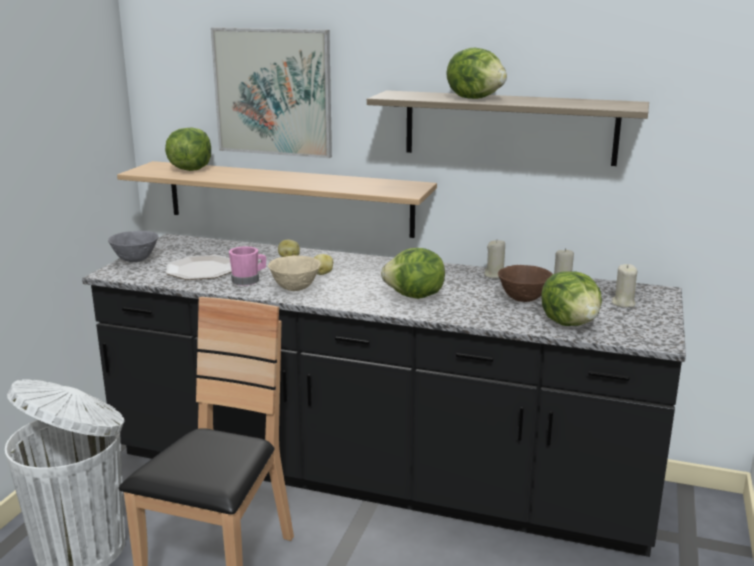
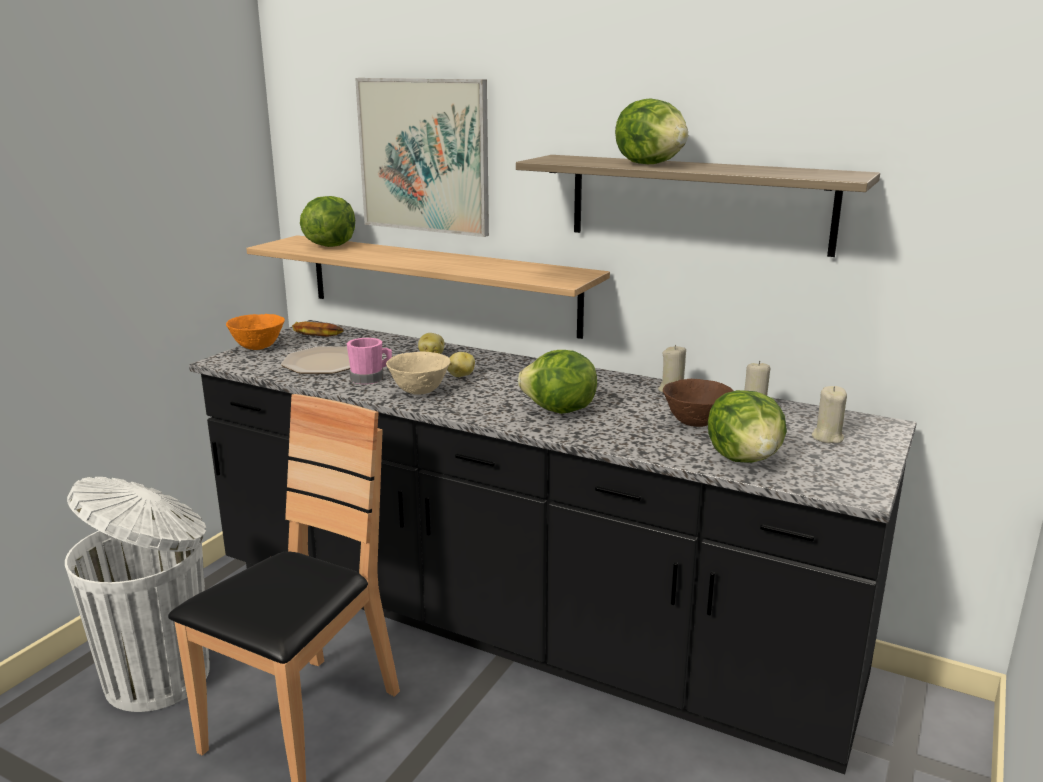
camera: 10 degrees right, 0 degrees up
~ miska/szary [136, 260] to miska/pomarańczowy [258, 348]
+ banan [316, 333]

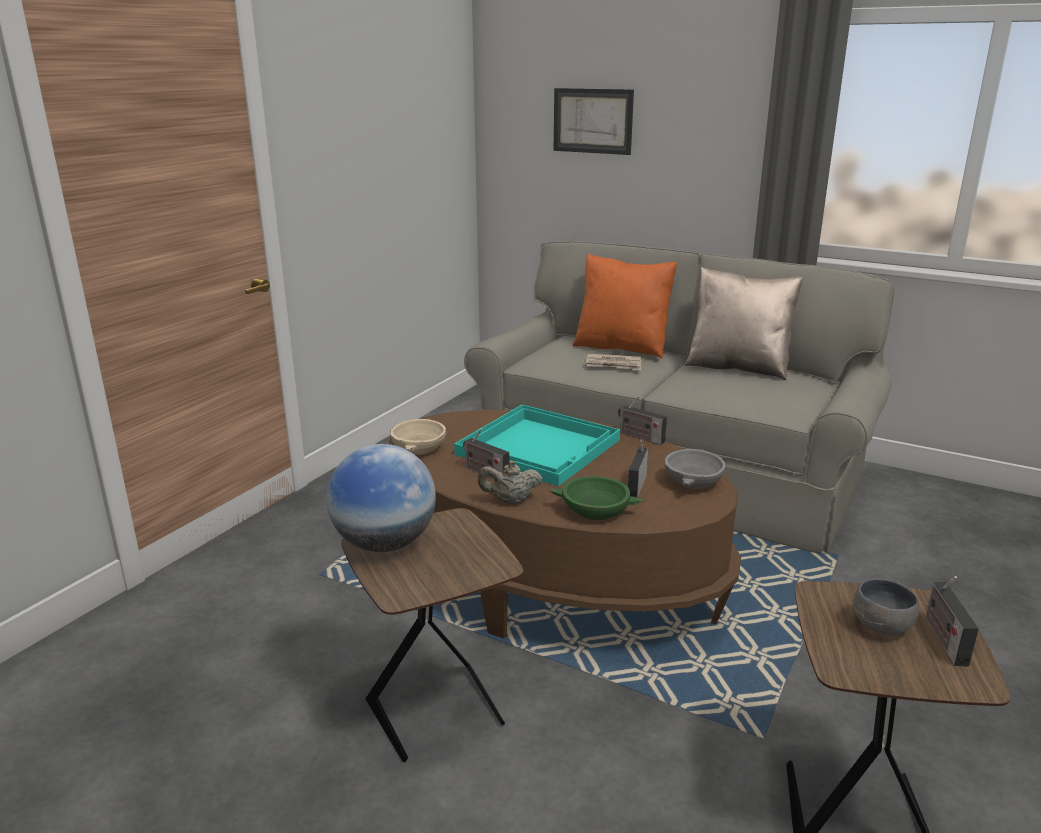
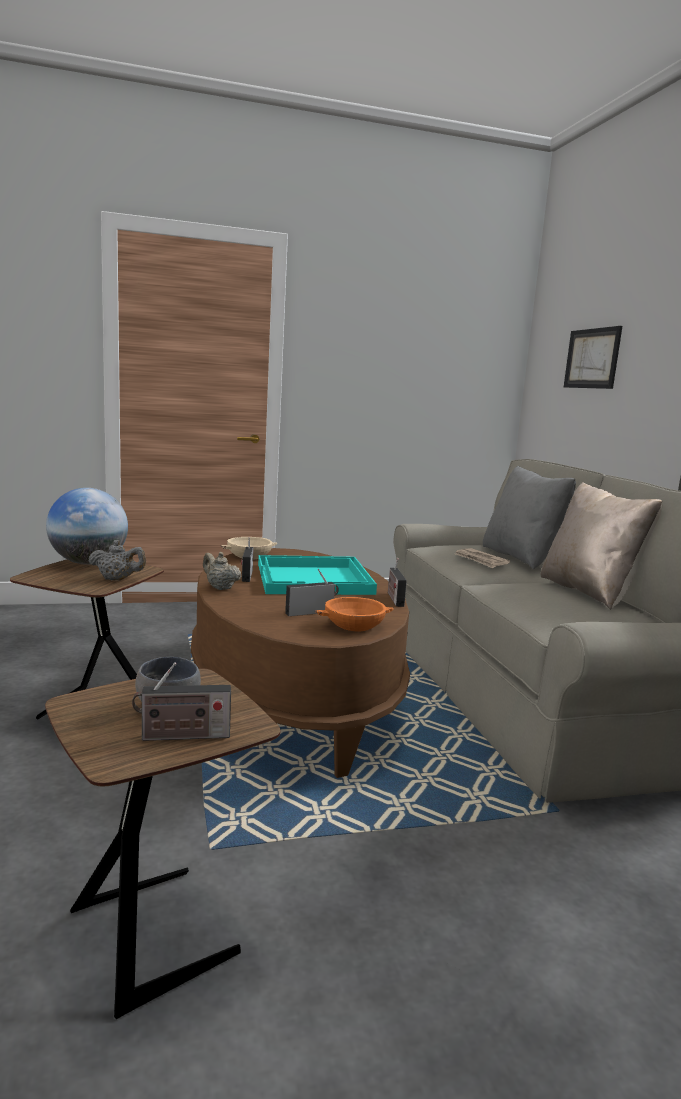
camera: 45 degrees right, 10 degrees down
- miska/zielony [596, 511]
~ poduszka/pomarańczowy [622, 347] to poduszka/szary [521, 557]
~ miska/szary [692, 481] to miska/pomarańczowy [354, 626]
~ radio [943, 638] = [181, 736] 150 degrees counterclockwise
+ imbryk/szary [118, 579]

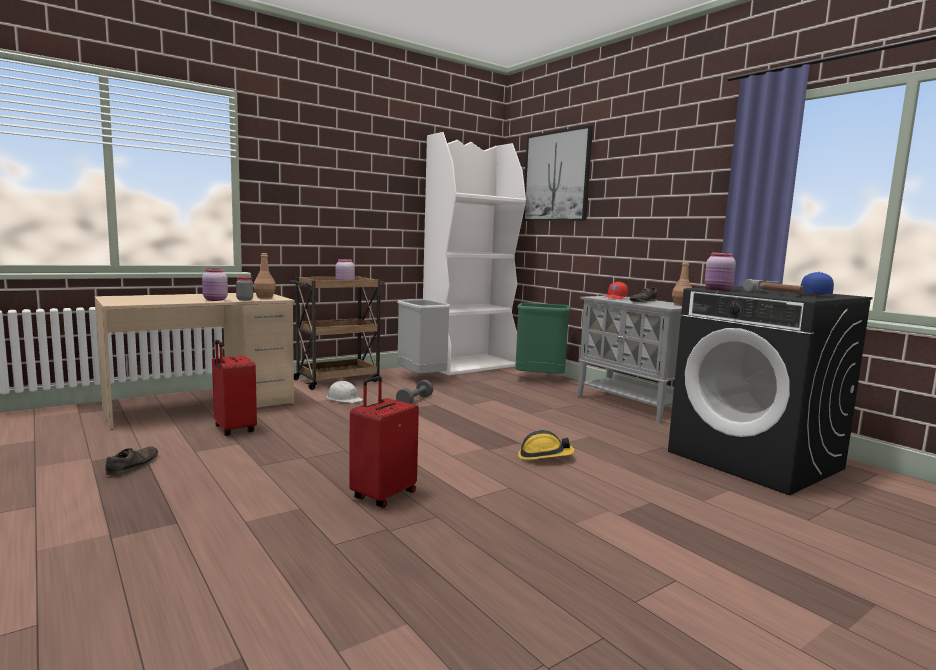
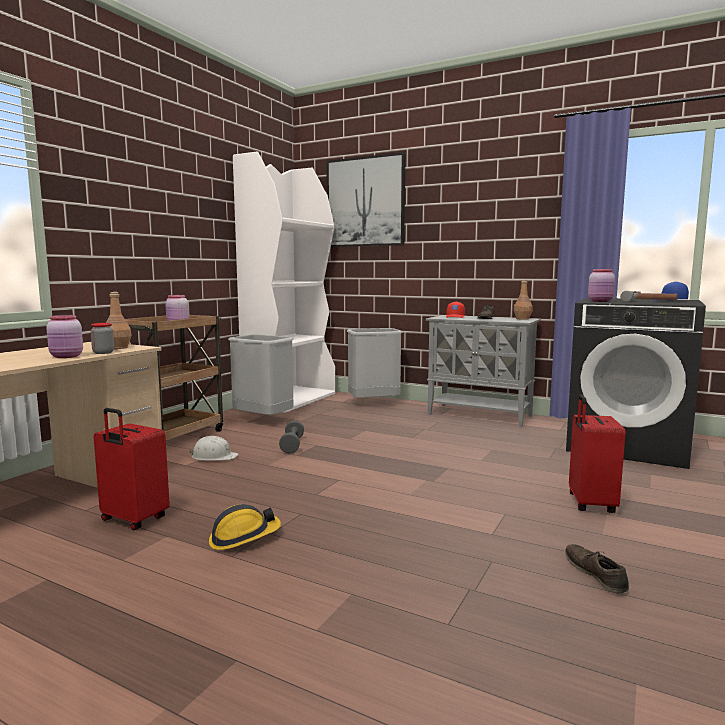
camera: 25 degrees left, 0 degrees up
~ but/brązowy [133, 465] to [595, 573]
~ walizka/czerwony [383, 495] to [590, 504]
~ kosz na śmieci/zielony [540, 379] to kosz na śmieci/szary [374, 404]
~ kask [544, 456] to [243, 538]

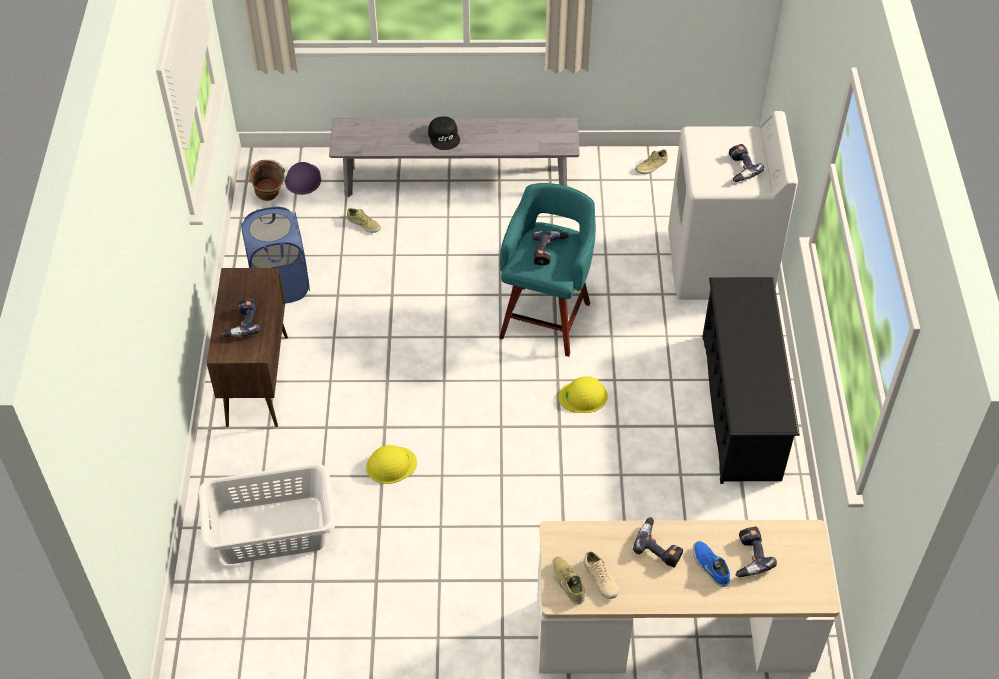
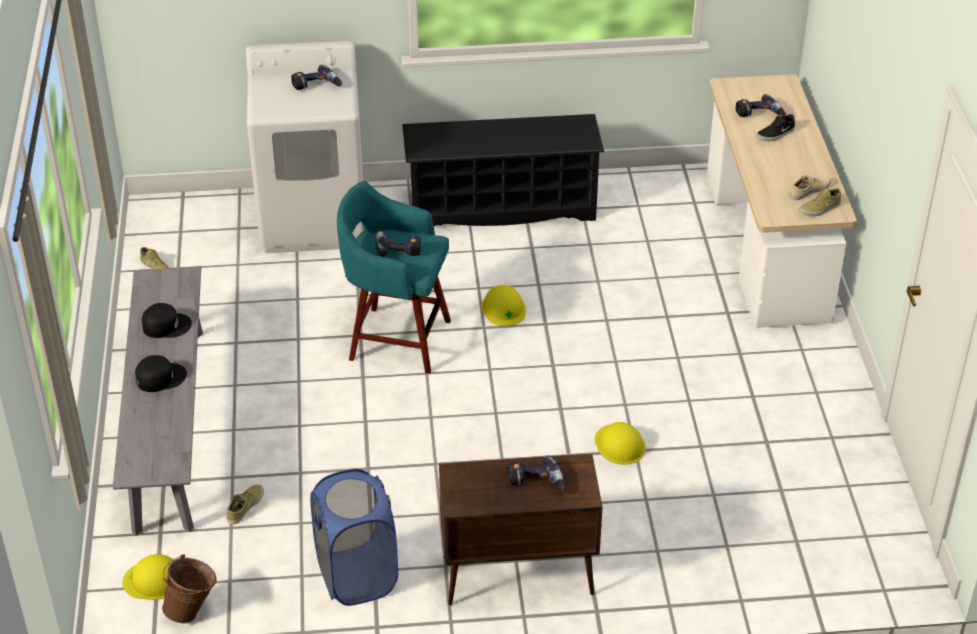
camera: 95 degrees left, 10 degrees down
- kosz na pranie/biały [271, 530]
~ kask/fioletowy [303, 179] to kask/żółty [154, 579]
- wiertarka [659, 546]
~ but/niebieski [709, 566] to but/czarny [775, 134]
+ czapka z daszkiem/czarny [166, 325]

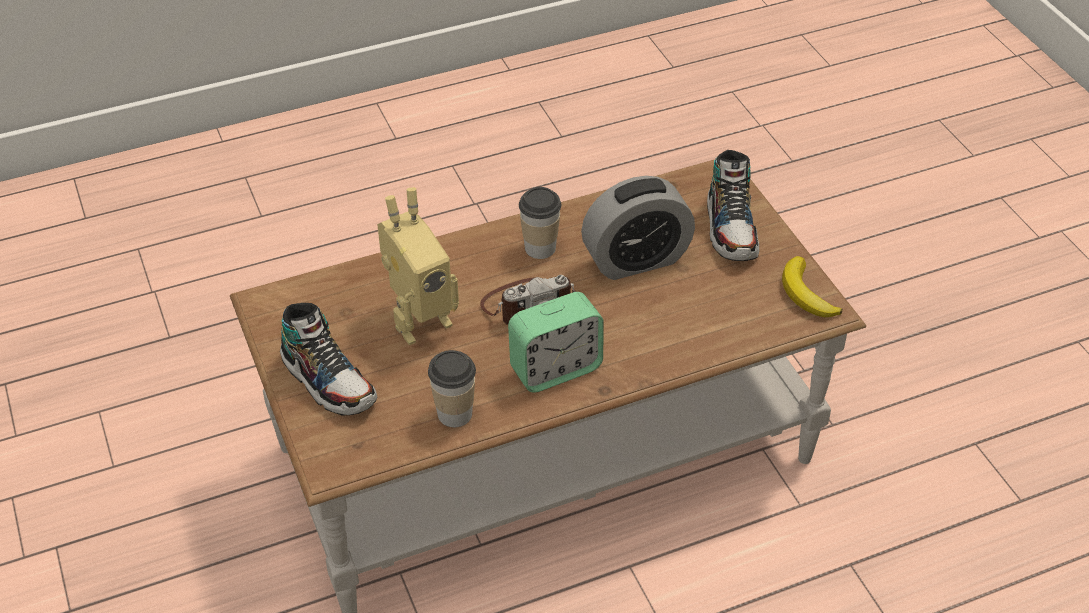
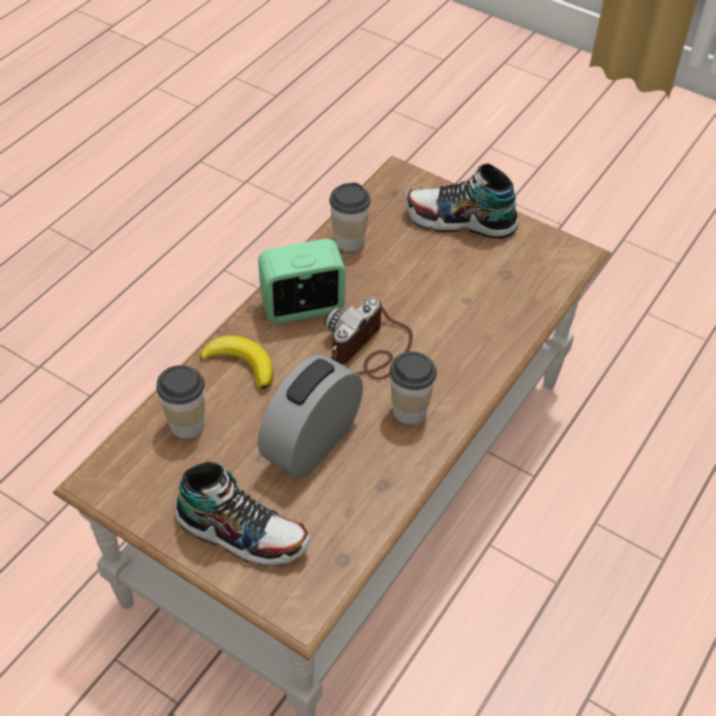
camera: 145 degrees right, 5 degrees up
- robot zabawkowy [419, 320]
~ budzik [555, 369] = [303, 307] 45 degrees clockwise
~ but [731, 228] = [242, 532] 150 degrees clockwise
~ banan [806, 294] to [241, 364]
+ filiżanka [187, 424]

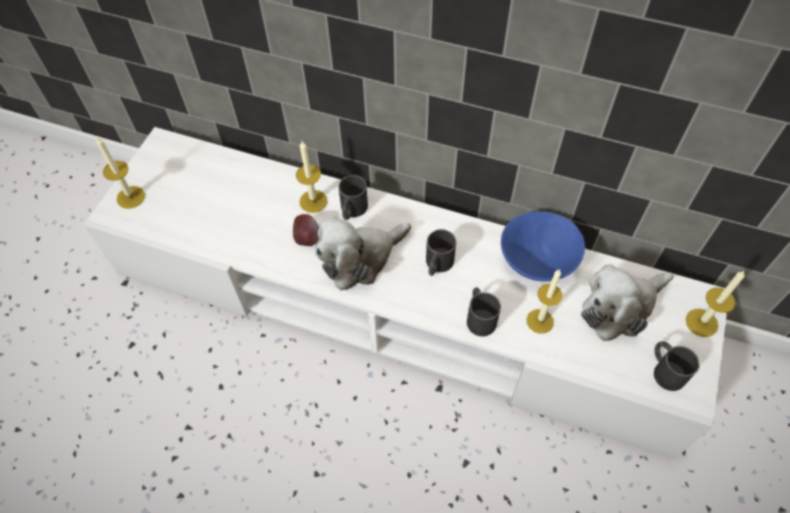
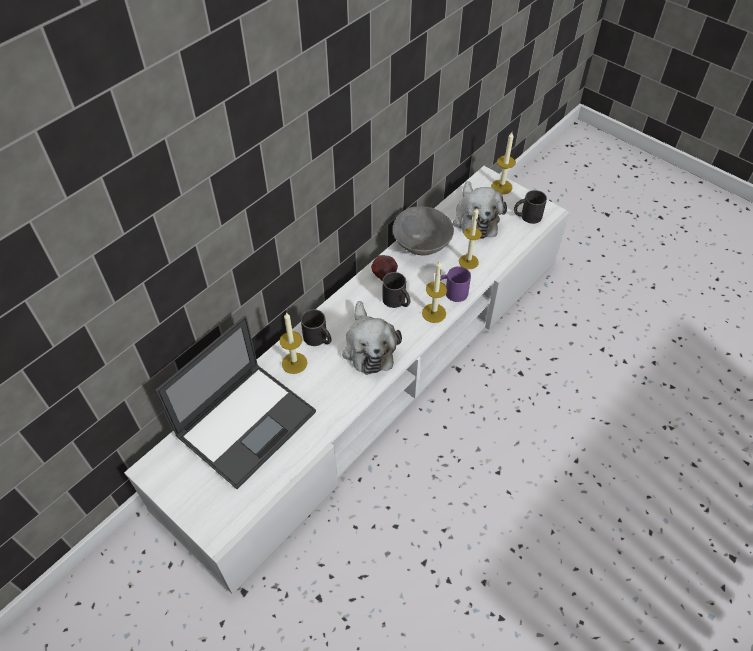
camera: 70 degrees left, 5 degrees down
~ świeca [130, 197] to [434, 313]
~ jabłko [307, 238] to [384, 274]
~ kubek/czarny [479, 317] to kubek/fioletowy [451, 292]
~ miska/niebieski [538, 262] to miska/szary [422, 245]
+ laptop [247, 422]

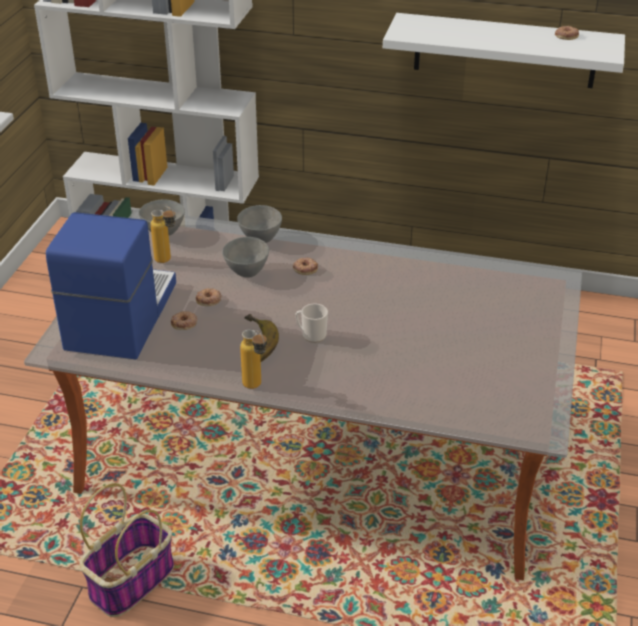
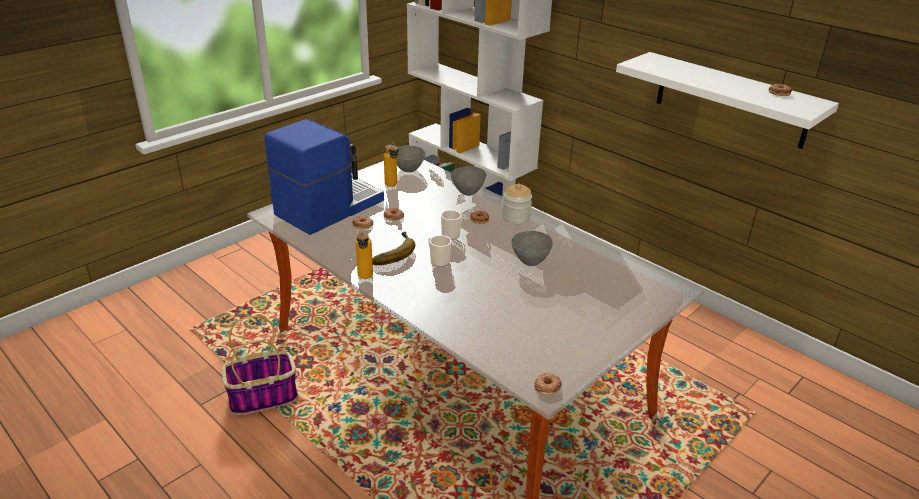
camera: 30 degrees right, 5 degrees down
~ miska/szary [246, 272] to [530, 261]
+ kubek [452, 234]
+ słoik [516, 217]
+ donut [547, 386]

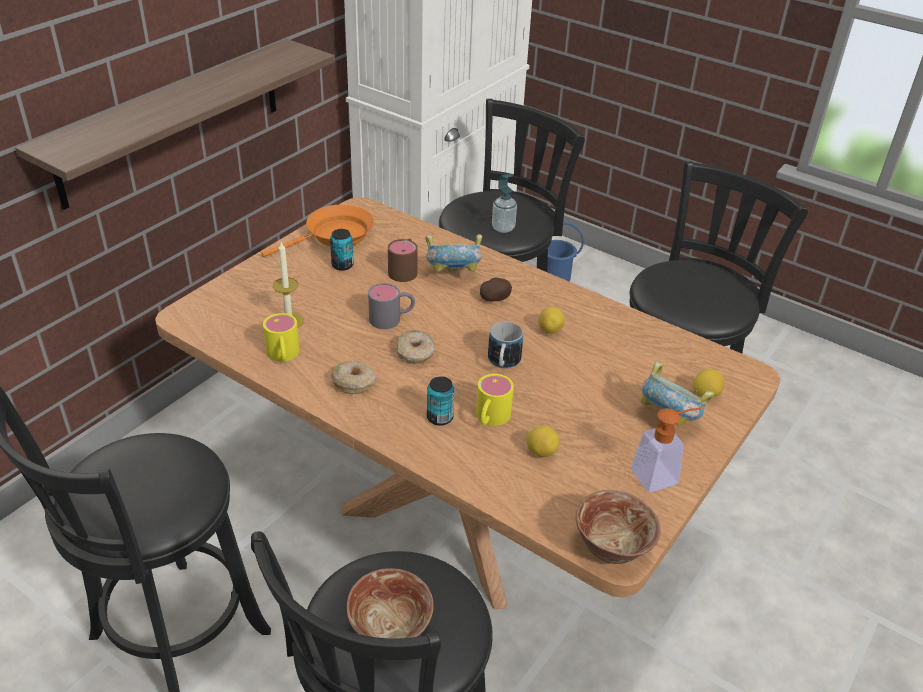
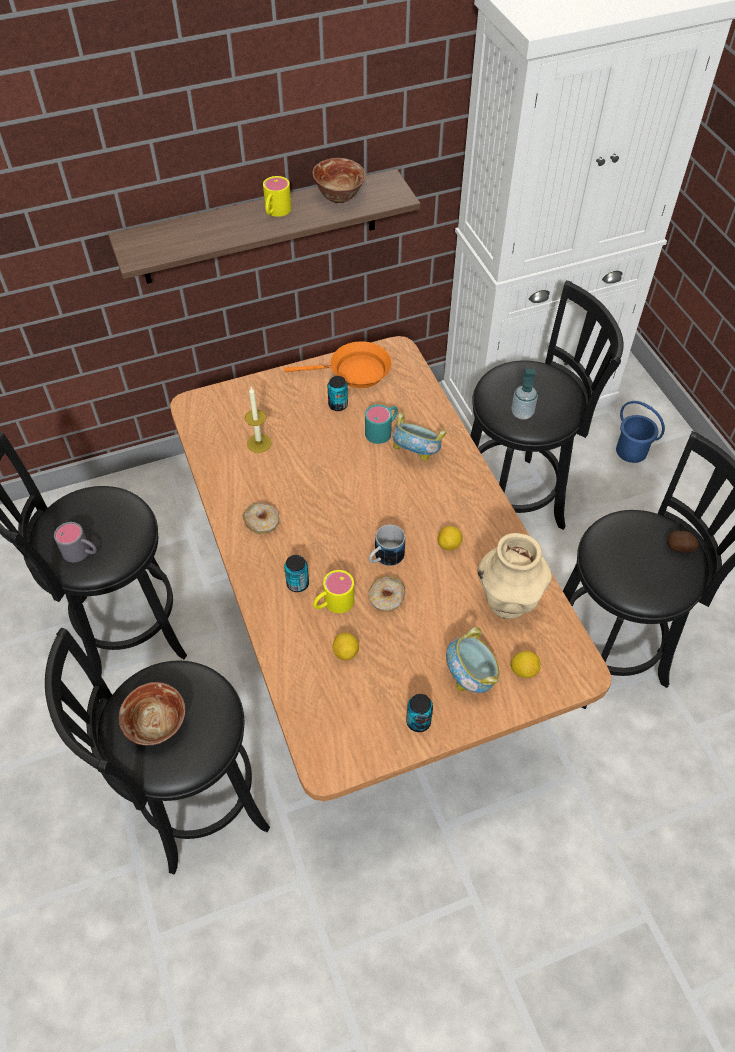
camera: 35 degrees right, 15 degrees up
~ kubek/żółty [283, 356] to [275, 212]
~ kubek/szary [392, 318] to [82, 552]
~ kubek/brązowy [404, 269] to kubek/turkusowy [382, 430]
~ donut [415, 353] to [386, 598]
~ ziemniak [495, 299] to [680, 548]
~ miska [611, 548] to [339, 196]
~ dozownik mydła [661, 475] to puszka [418, 721]
+ wazon/beżowy [507, 604]

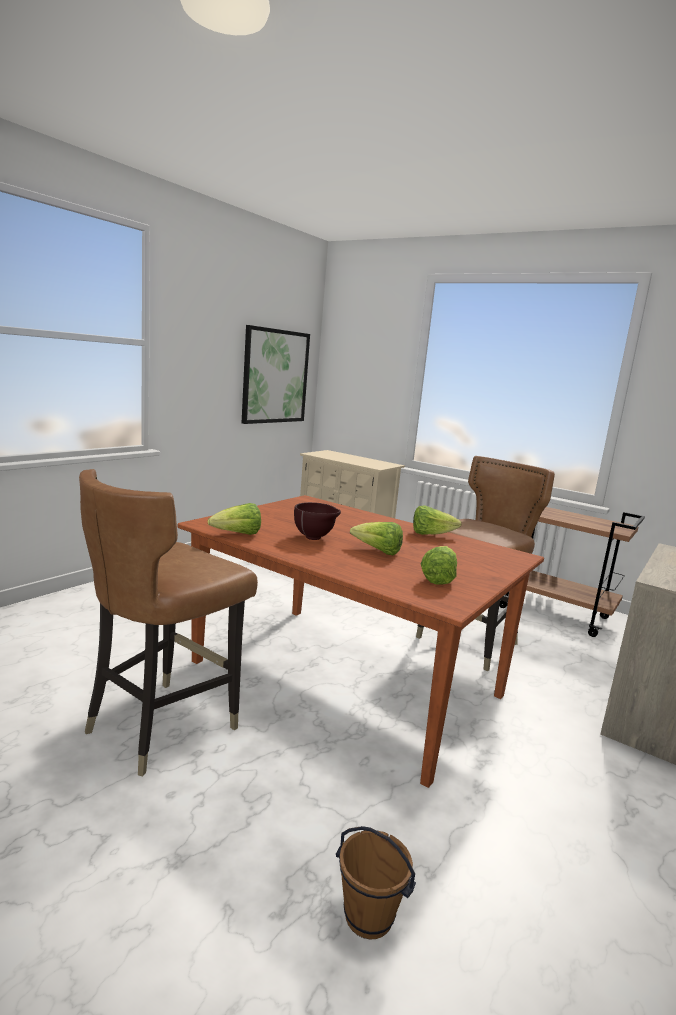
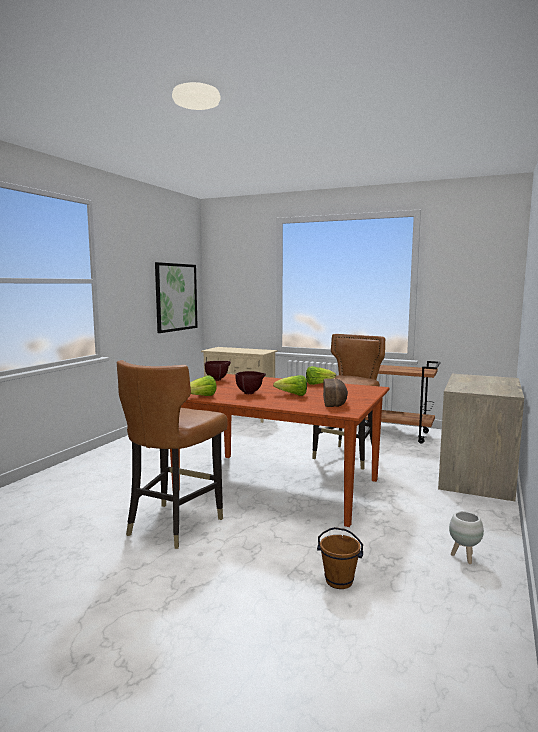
camera: 10 degrees left, 5 degrees down
~ sałata [438, 578] to chleb [335, 402]
+ miska/brązowy [218, 379]
+ donica/biały [464, 557]

